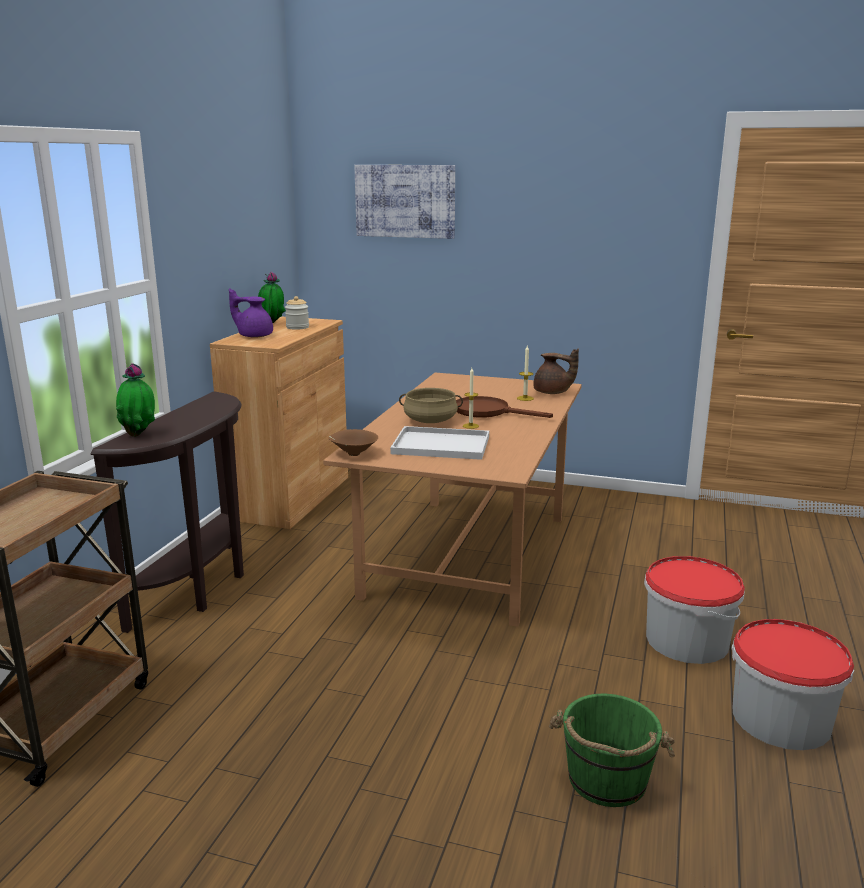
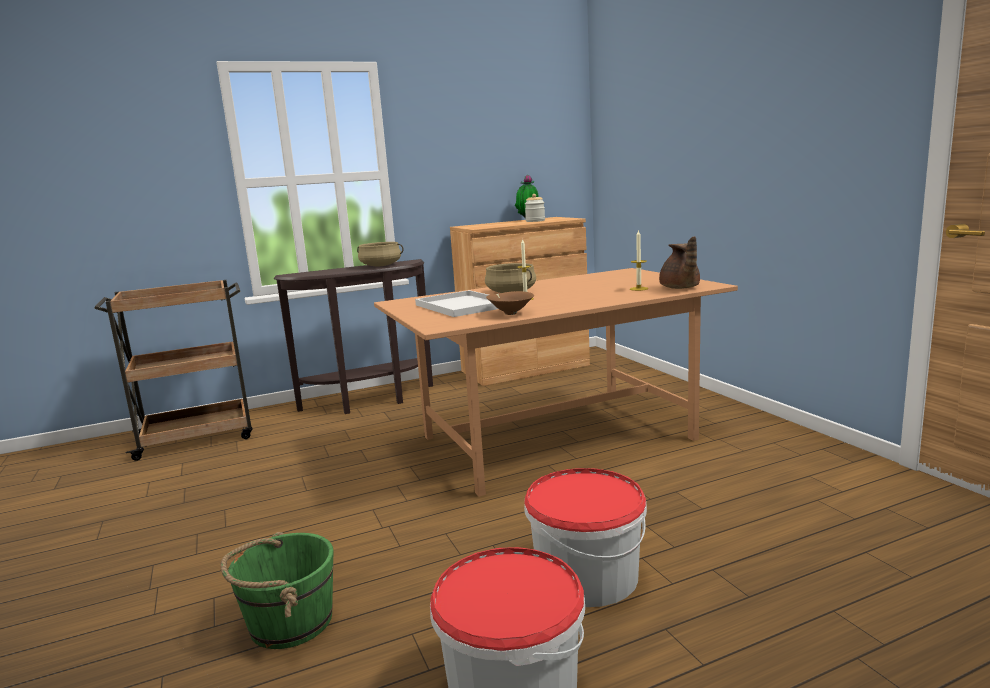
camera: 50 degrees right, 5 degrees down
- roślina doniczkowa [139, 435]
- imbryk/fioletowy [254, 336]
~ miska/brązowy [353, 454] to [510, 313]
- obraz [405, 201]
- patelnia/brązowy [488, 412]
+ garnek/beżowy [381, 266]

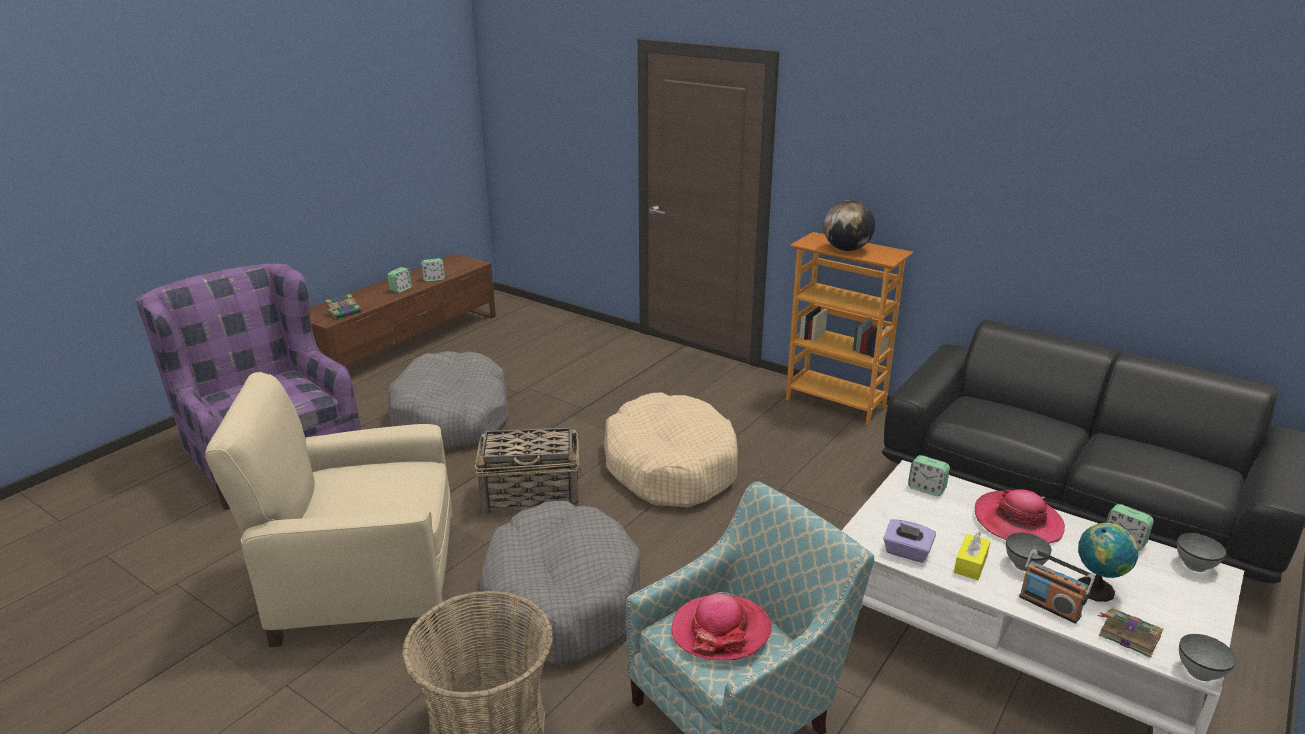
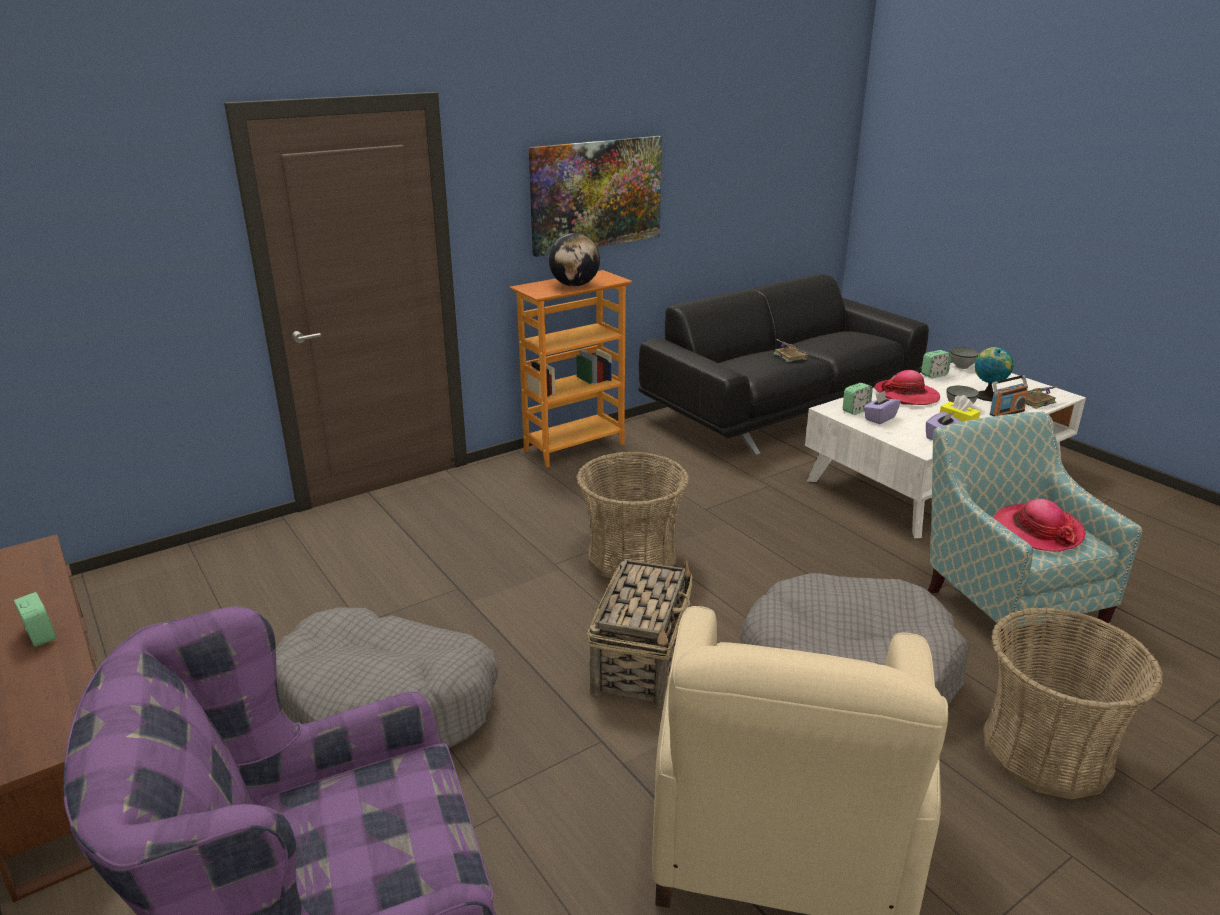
camera: 70 degrees left, 0 degrees up
~ książka [344, 312] to [789, 356]
- budzik [434, 279]
~ legowisko/beżowy [670, 466] to koszyk [631, 557]
- miska/szary [1199, 673]
+ obraz [596, 194]
+ pudełko chusteczek/fioletowy [879, 418]

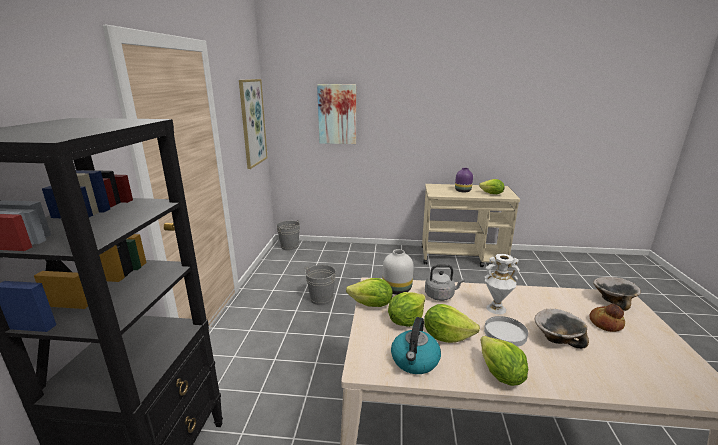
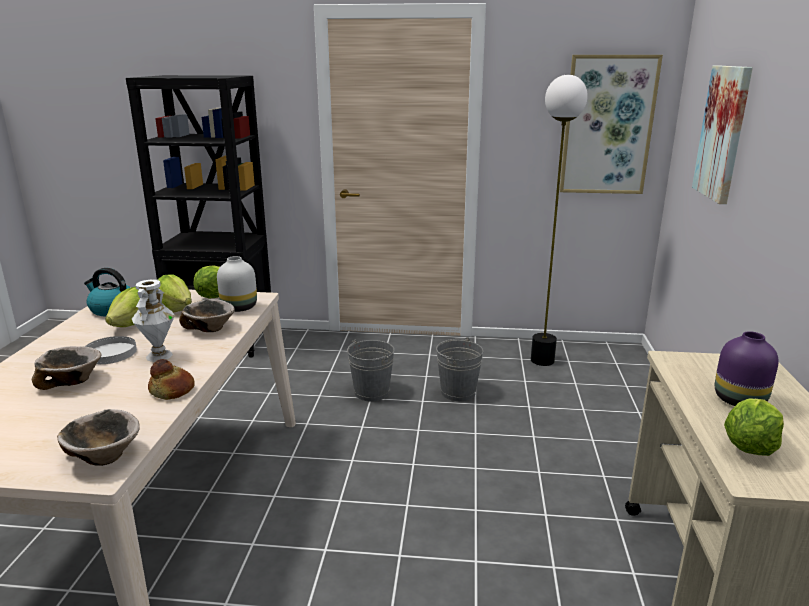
camera: 90 degrees right, 0 degrees up
~ wiadro/szary [289, 246] to [371, 392]
~ czajnik/szary [441, 295] to miska [210, 328]
- sałata [500, 375]
~ chleb [605, 323] to [172, 390]
+ lampa stojąca [542, 360]

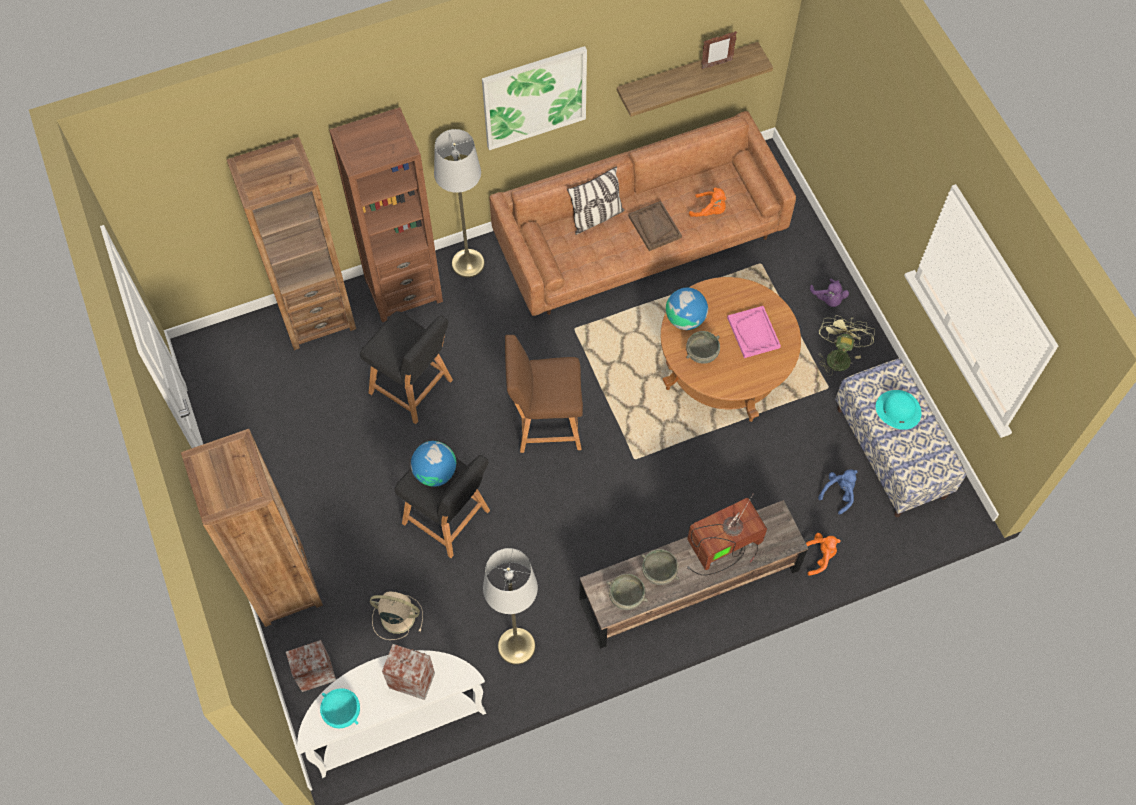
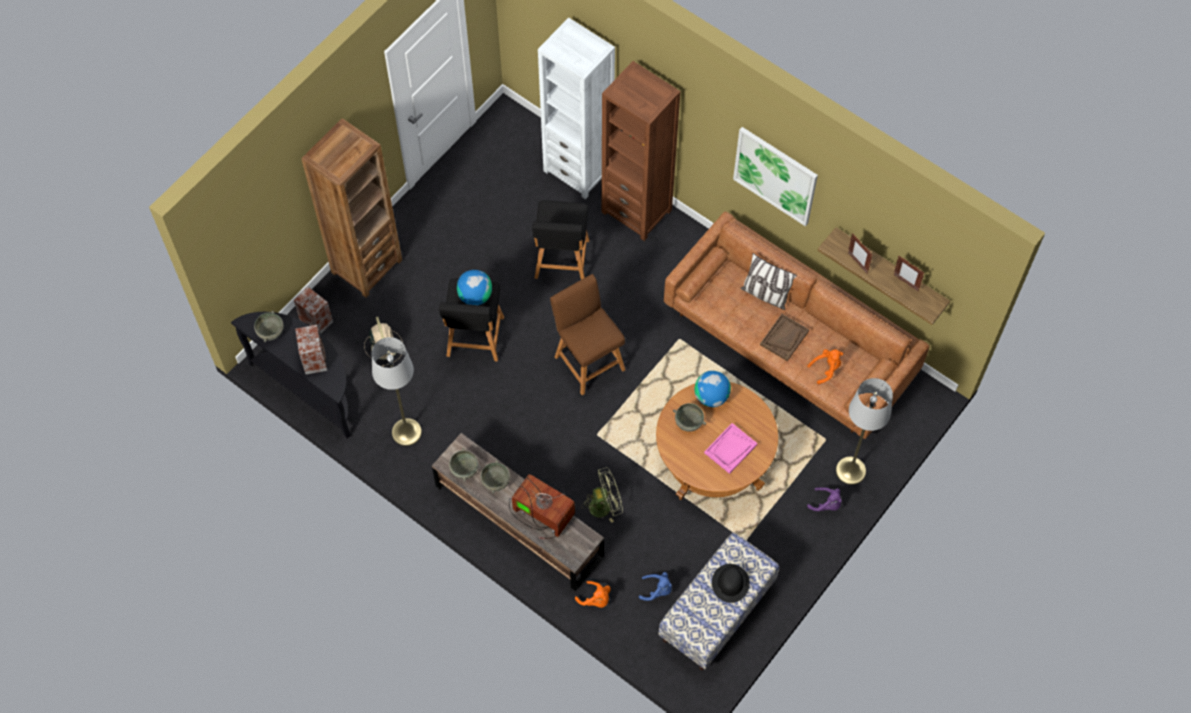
camera: 60 degrees right, 0 degrees up
~ regał/brązowy [317, 317] to regał/biały [578, 170]
~ stolik konsolowy/biały [397, 723] to stolik konsolowy/czarny [310, 388]
~ miska/turkusowy [343, 712] to miska/szary [271, 332]
~ lampa stojąca/szary [468, 263] to [850, 470]
~ pluszak/pomarańczowy [709, 210] = [826, 369] 105 degrees counterclockwise
~ pluszak/fioletowy [828, 299] = [826, 504] 105 degrees counterclockwise
~ wentylator/zielony [838, 355] to [604, 505]
~ kapelusz/turkusowy [898, 410] to kapelusz/czarny [730, 583]
+ ramka na zdjęcie [857, 263]

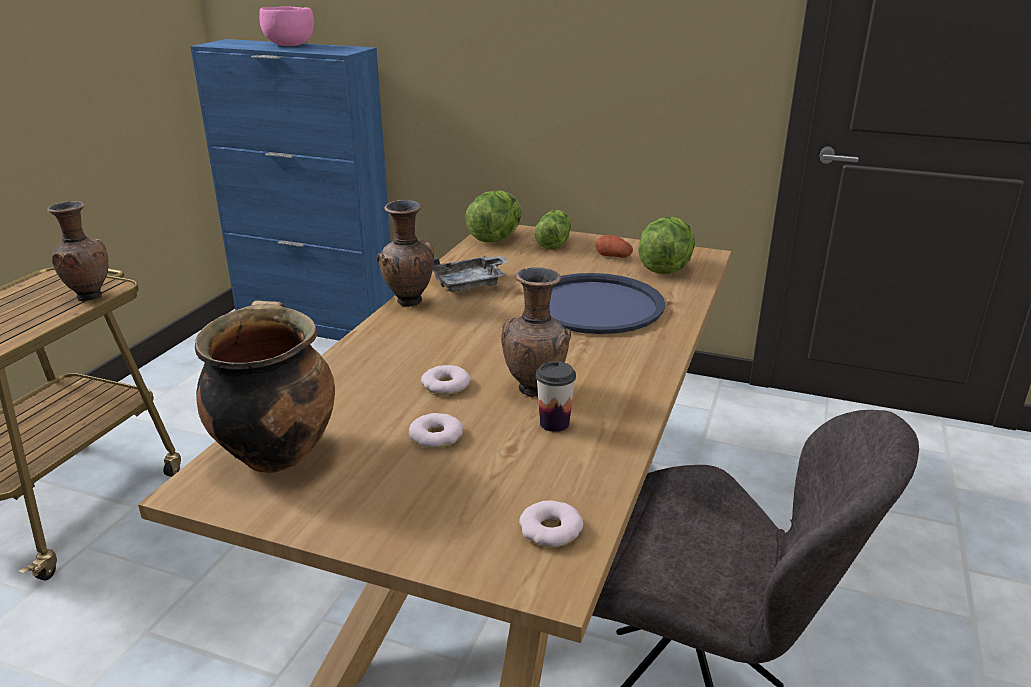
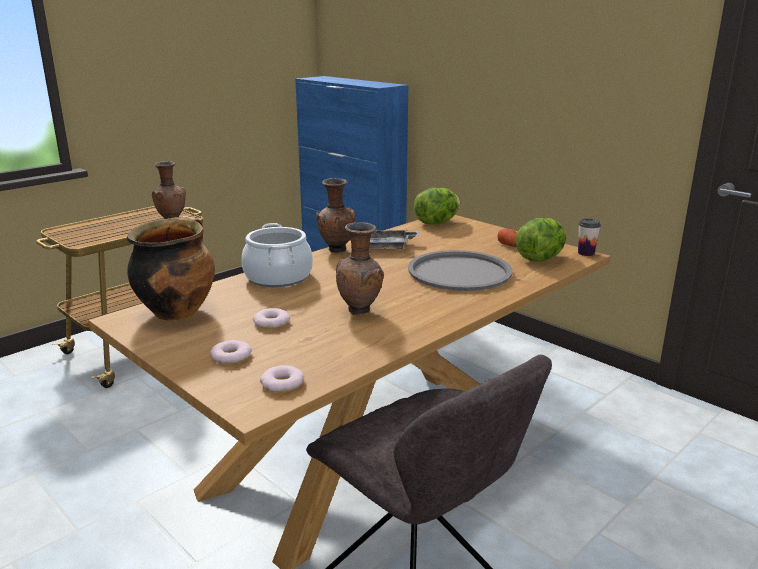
camera: 25 degrees right, 5 degrees down
- miska/różowy [290, 46]
~ donut [445, 385] to [231, 356]
- sałata [554, 242]
~ filiżanka [554, 423] to [586, 253]
~ taca/niebieski [595, 305] to taca/szary [459, 272]
+ garnek [278, 277]

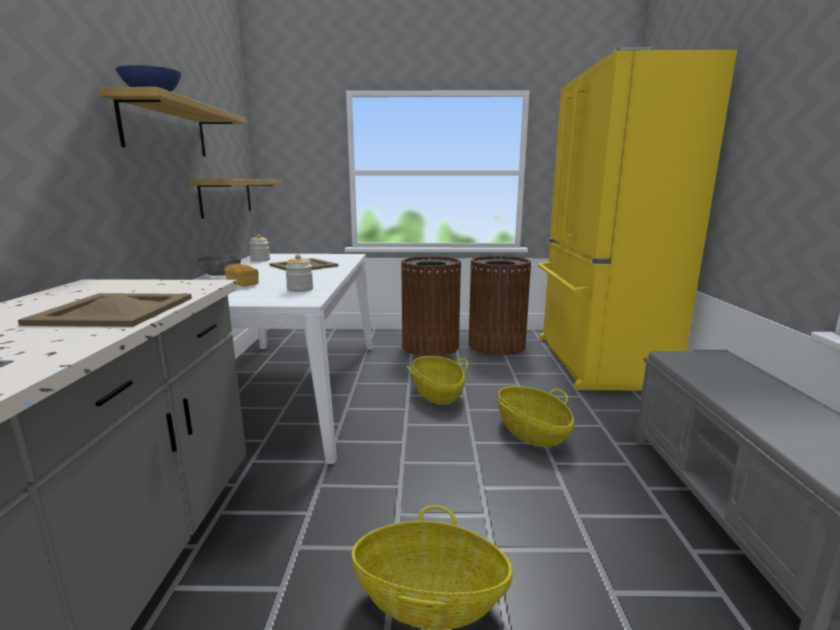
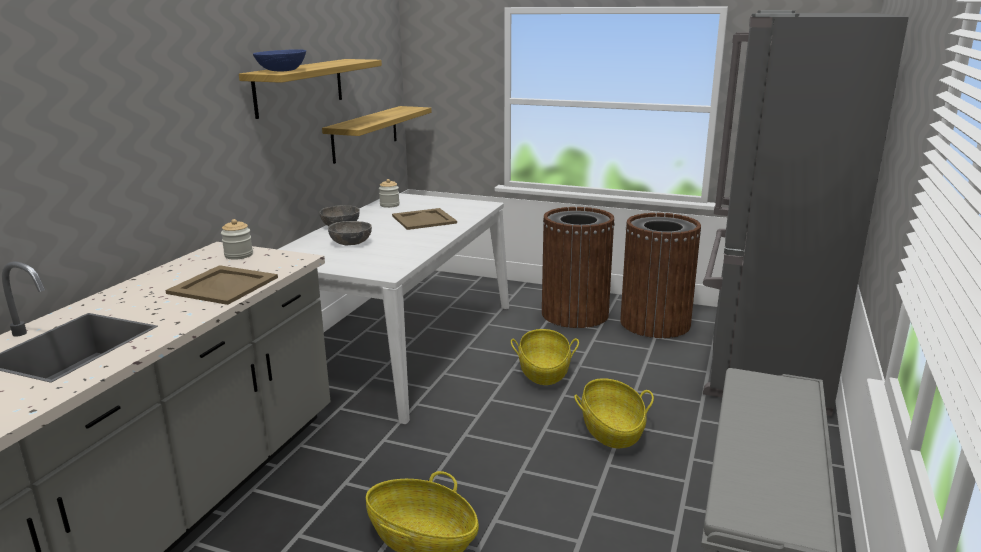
camera: 20 degrees right, 5 degrees up
~ chleb [242, 284] to miska/szary [351, 243]
~ słoik [300, 289] to [238, 255]
~ lodówka/żółty [595, 361] to lodówka/szary [762, 363]

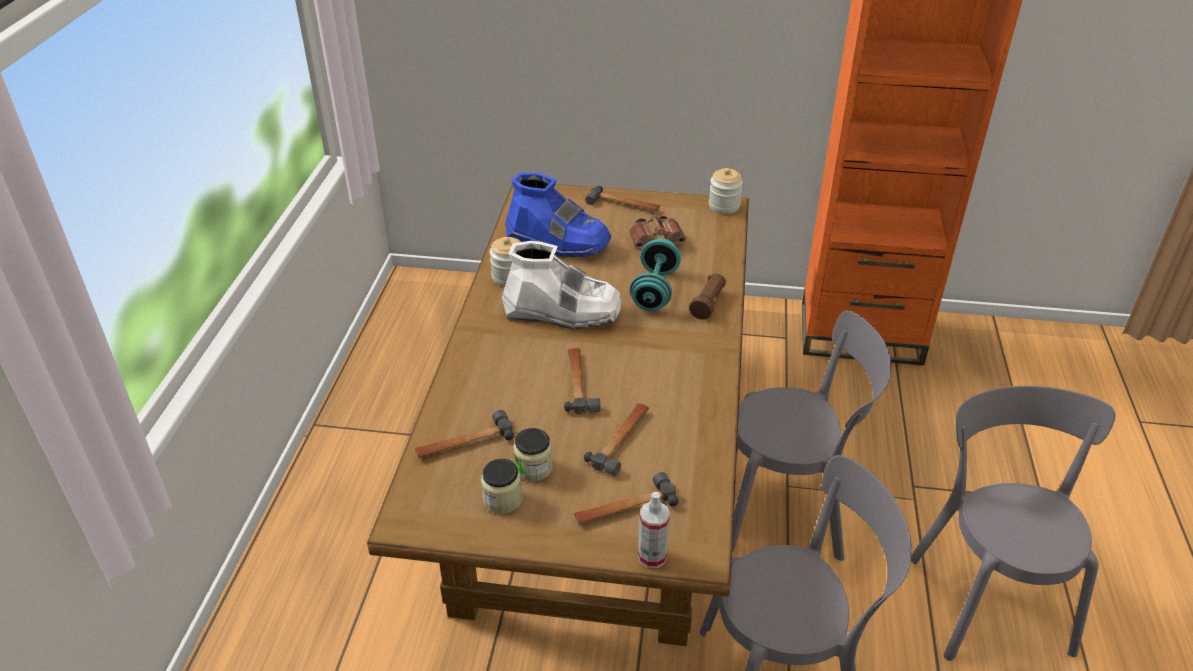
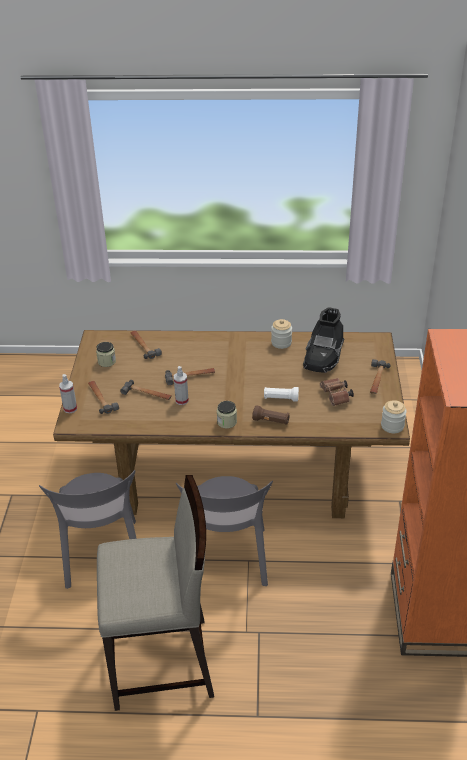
camera: 85 degrees right, 0 degrees up
- but z cholewką/biały [563, 311]
~ but z cholewką/niebieski [558, 241] to but z cholewką/czarny [323, 357]
~ słoik [533, 468] to [227, 422]
~ hantel/turkusowy [655, 290] to latarka/biały [280, 399]
~ krzesło/szary [987, 597] to stołek/beżowy [163, 663]
+ spryskiwacz [182, 400]

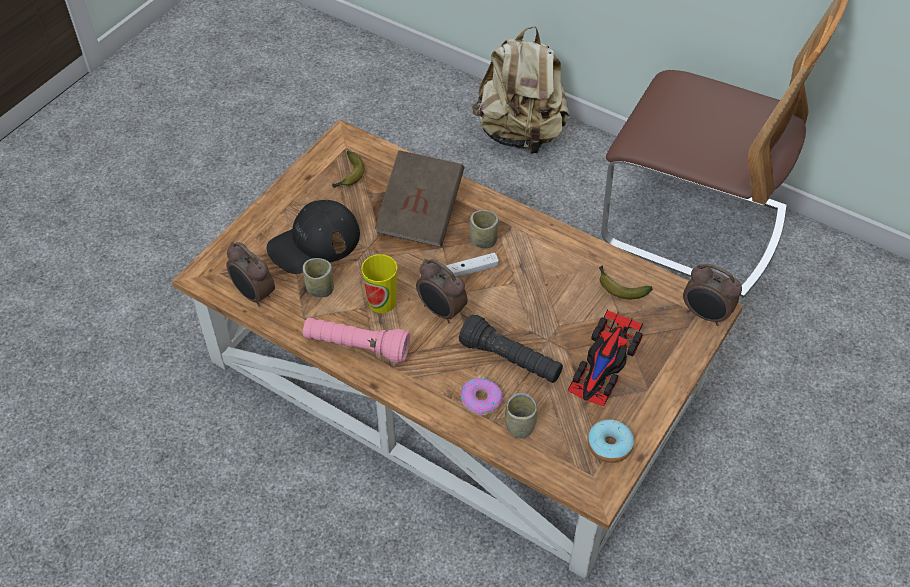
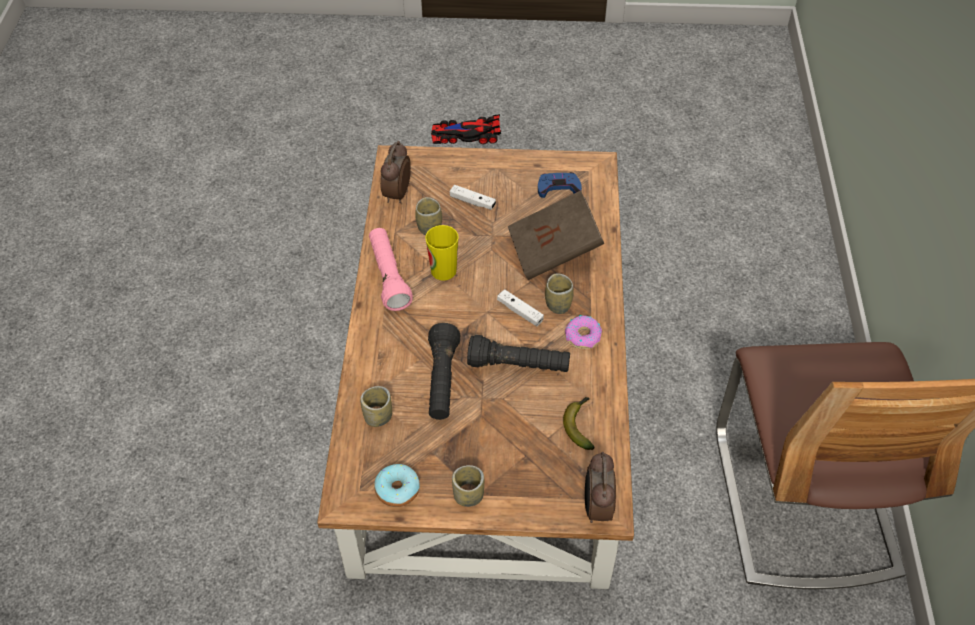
camera: 60 degrees right, 0 degrees up
~ czapka z daszkiem/czarny [314, 243] to pad do gier/biały [472, 202]
~ banan [348, 176] to pad do gier/niebieski [558, 187]
- budzik [441, 311]
~ donut [481, 400] to [583, 336]
- plecak/beżowy [521, 134]
~ samochodzik [604, 363] to [466, 134]
+ filiżanka [468, 496]
+ latarka/czarny [518, 365]

